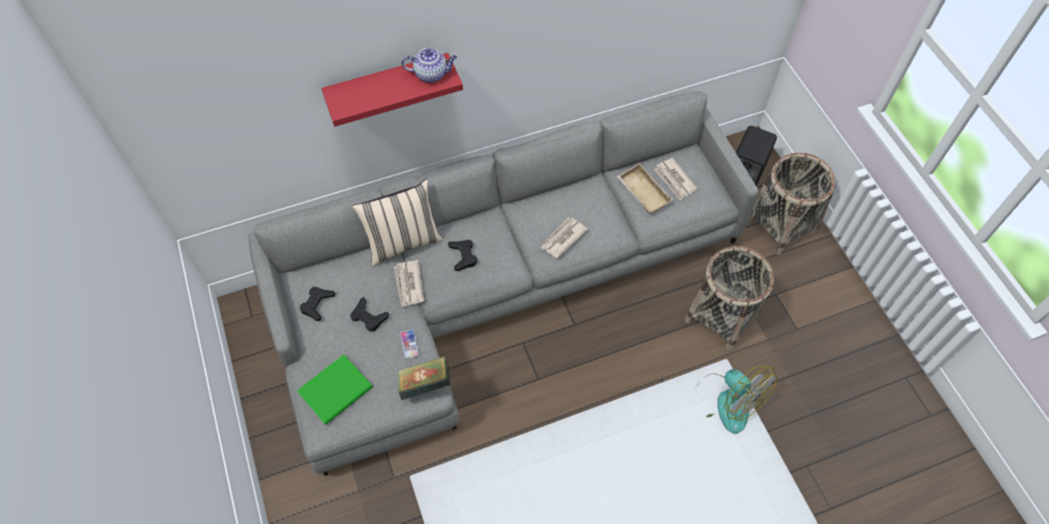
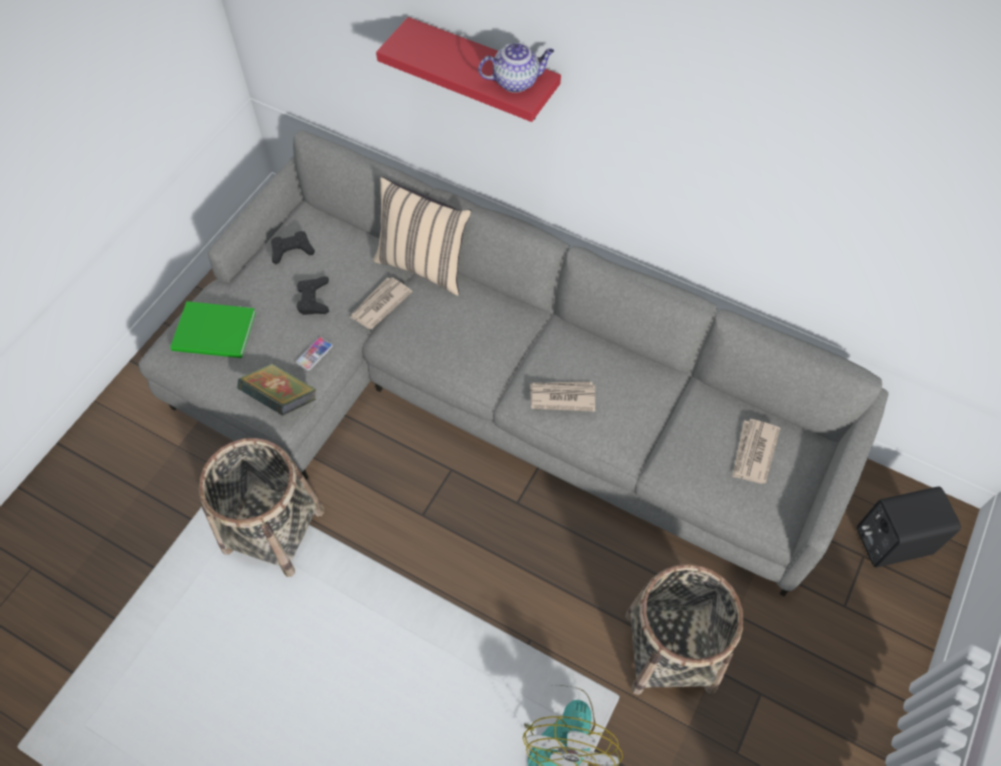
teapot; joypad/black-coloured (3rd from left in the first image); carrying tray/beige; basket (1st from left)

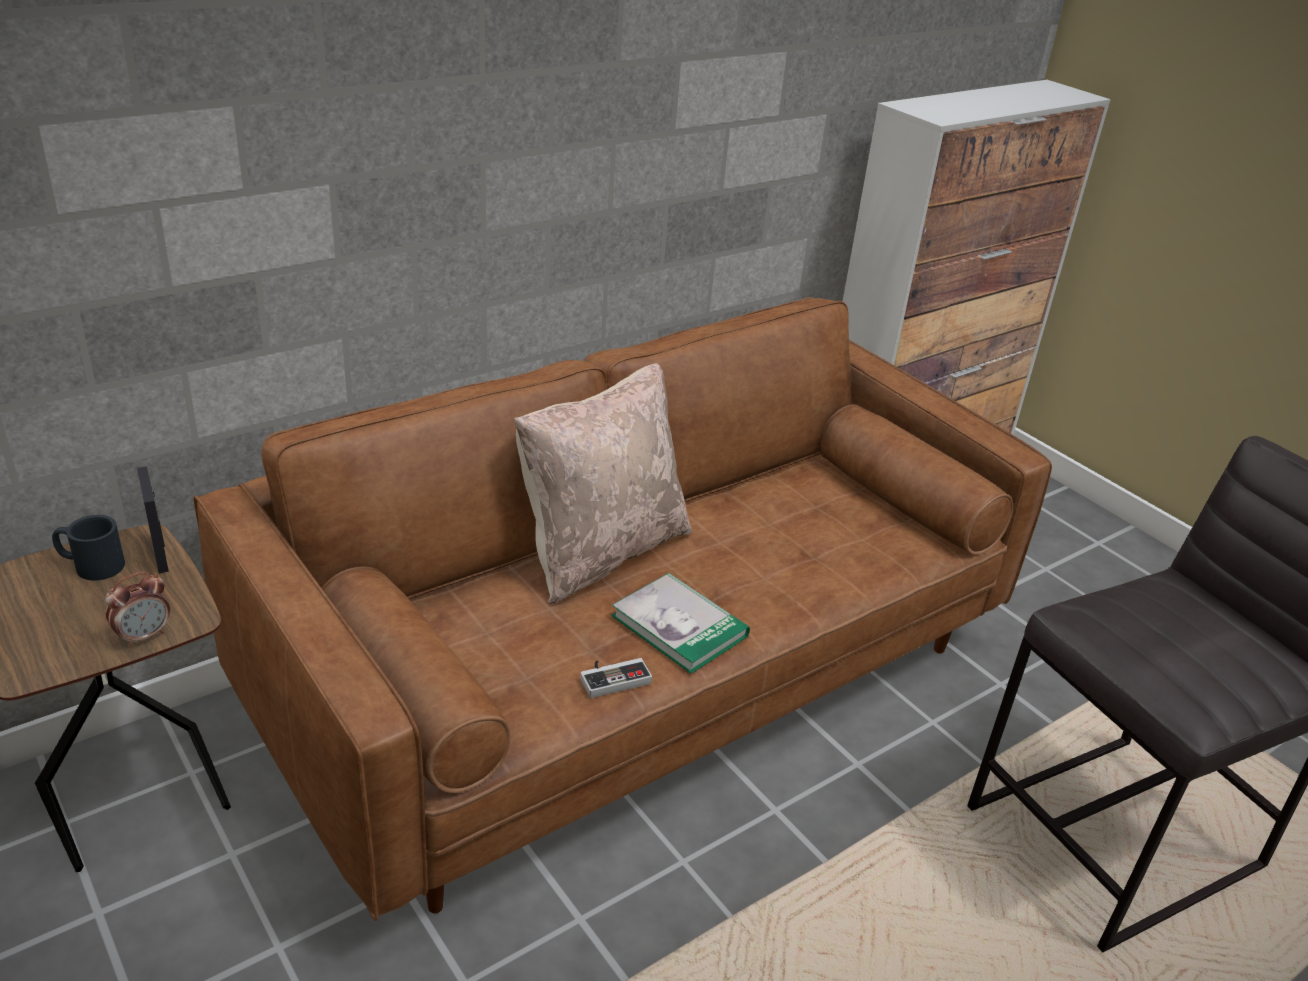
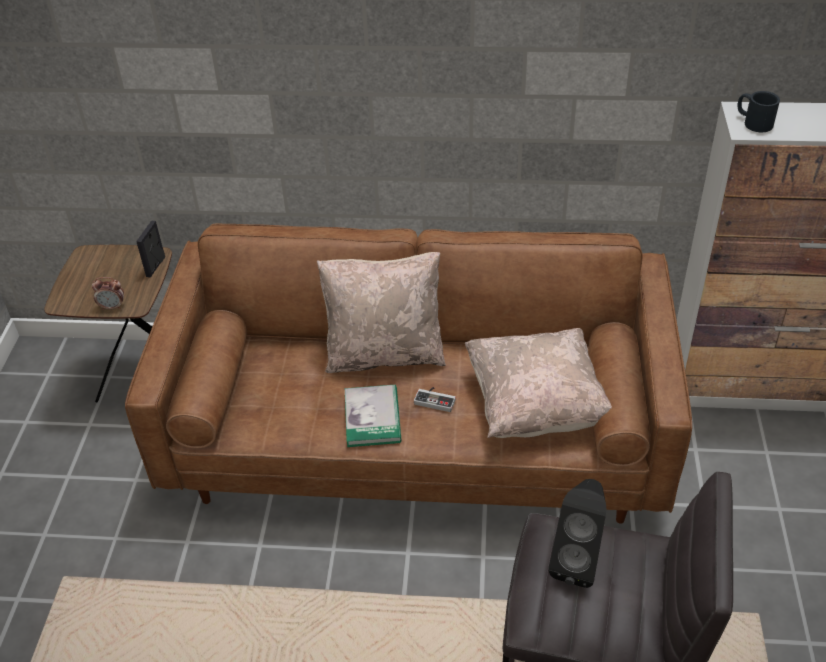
mug/black-coloured; joypad; cushion/beige (2nd from left); audio speaker/black-coloured

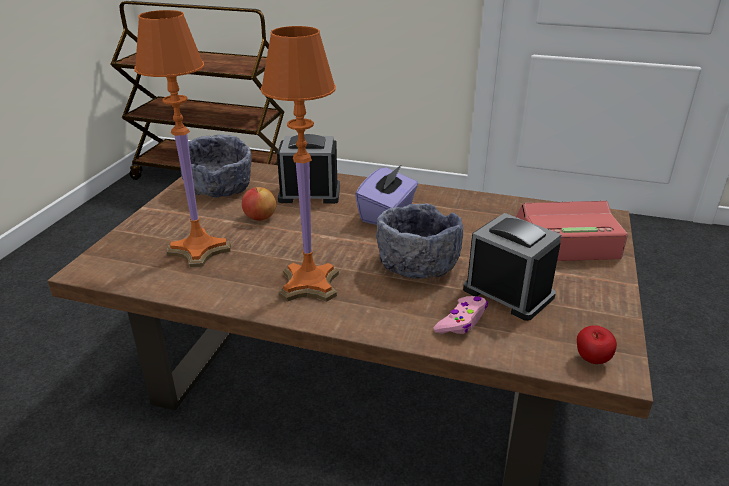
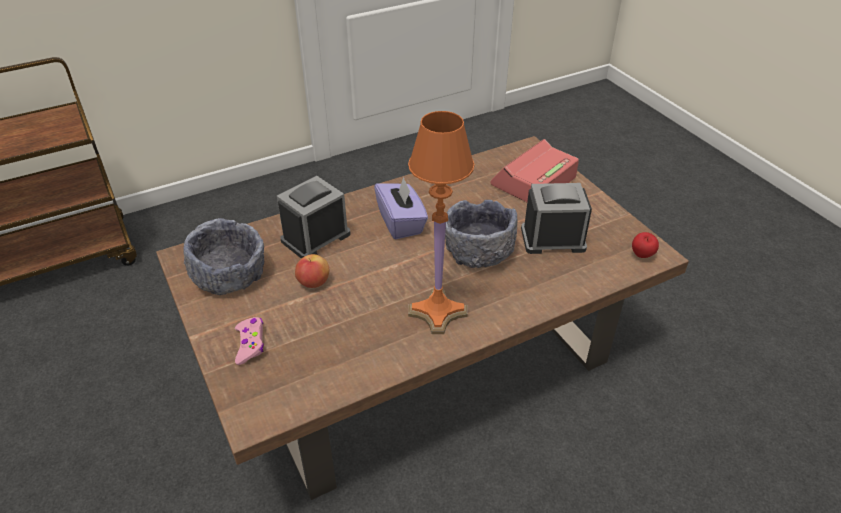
tabletop lamp/orange-coloured (1st from left in the first image); joypad/pink

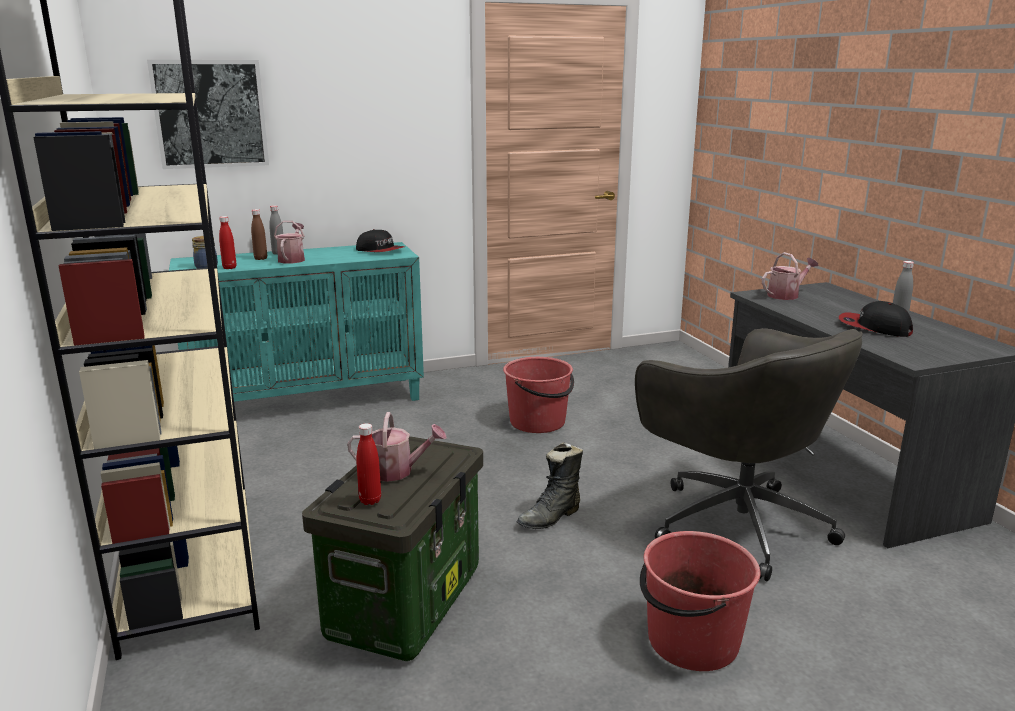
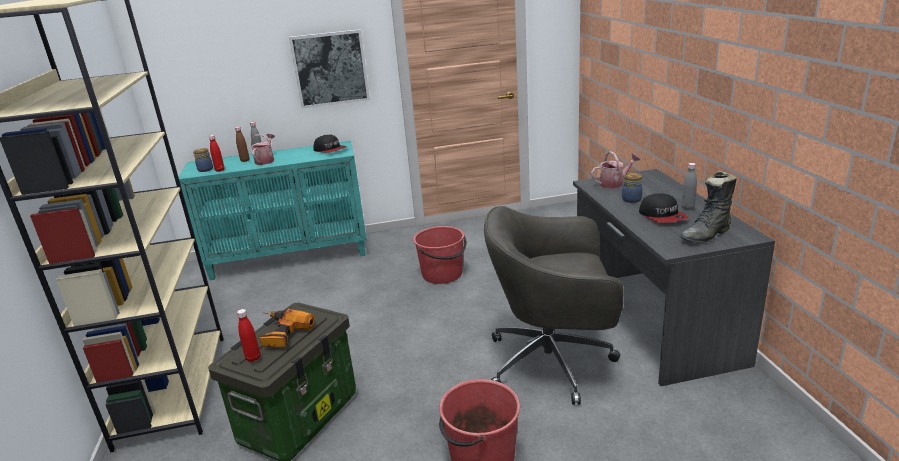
picture; power drill; boot/black-coloured; computer chair/greyish; baseball cap (2nd from left); jar (2nd from left)

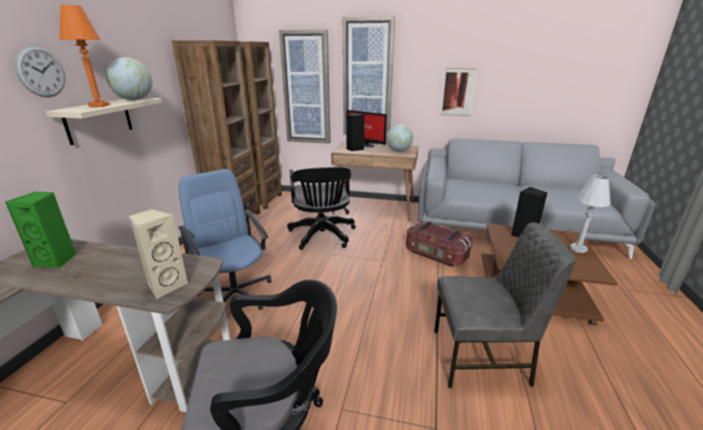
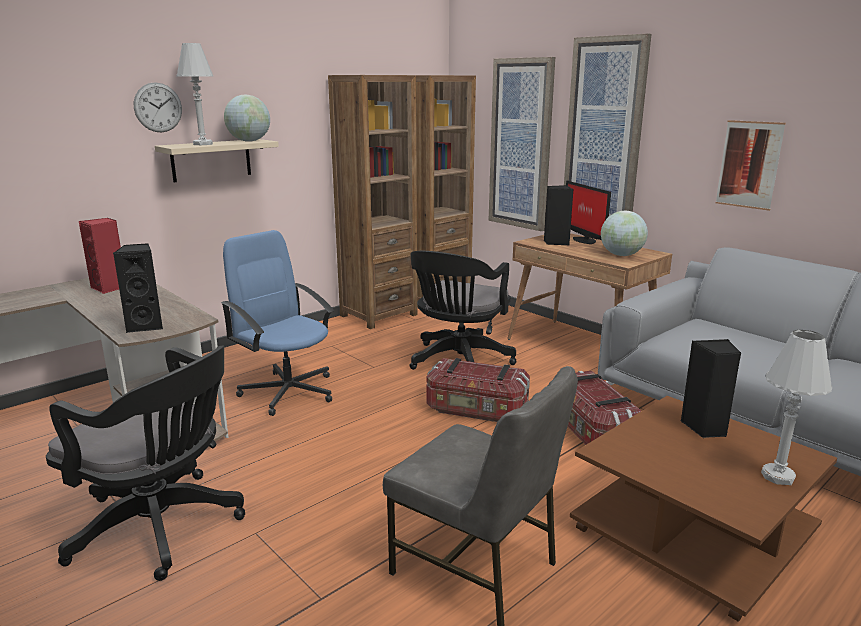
audio speaker/reddish; tabletop lamp/white-coloured (1st from left); audio speaker/black-coloured (1st from left); computer chair/bluish; storage bin (1st from left)

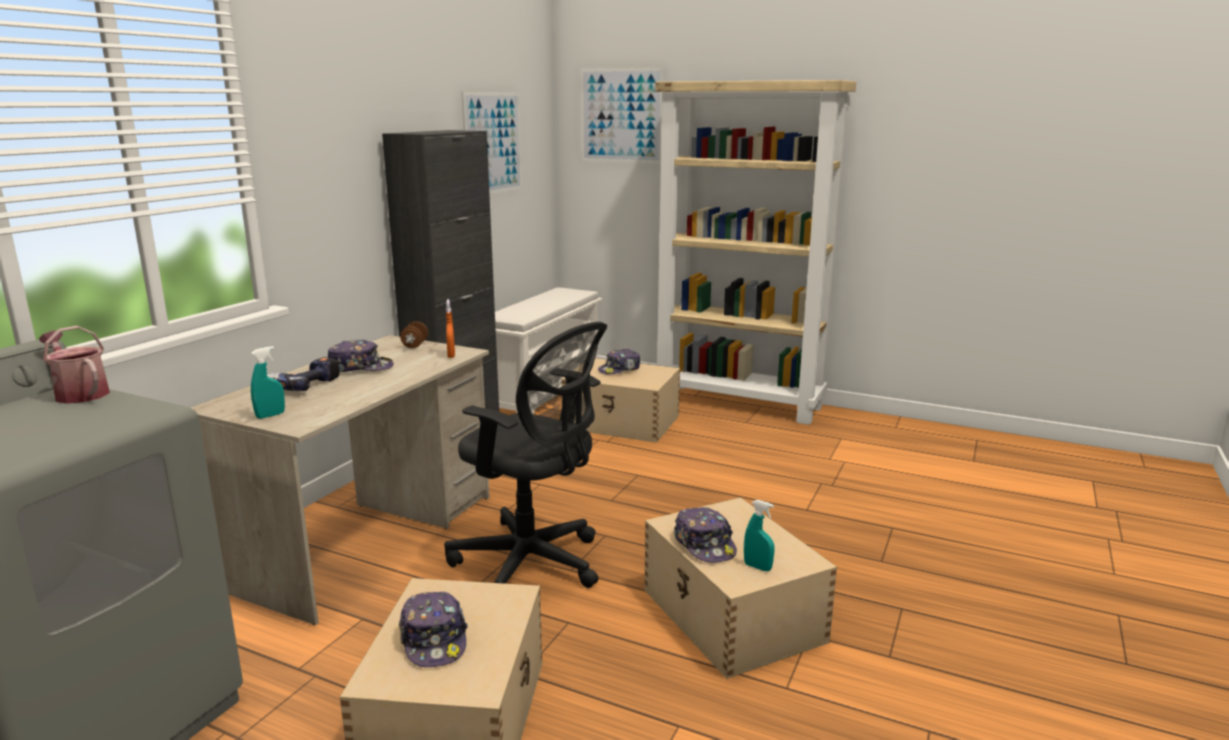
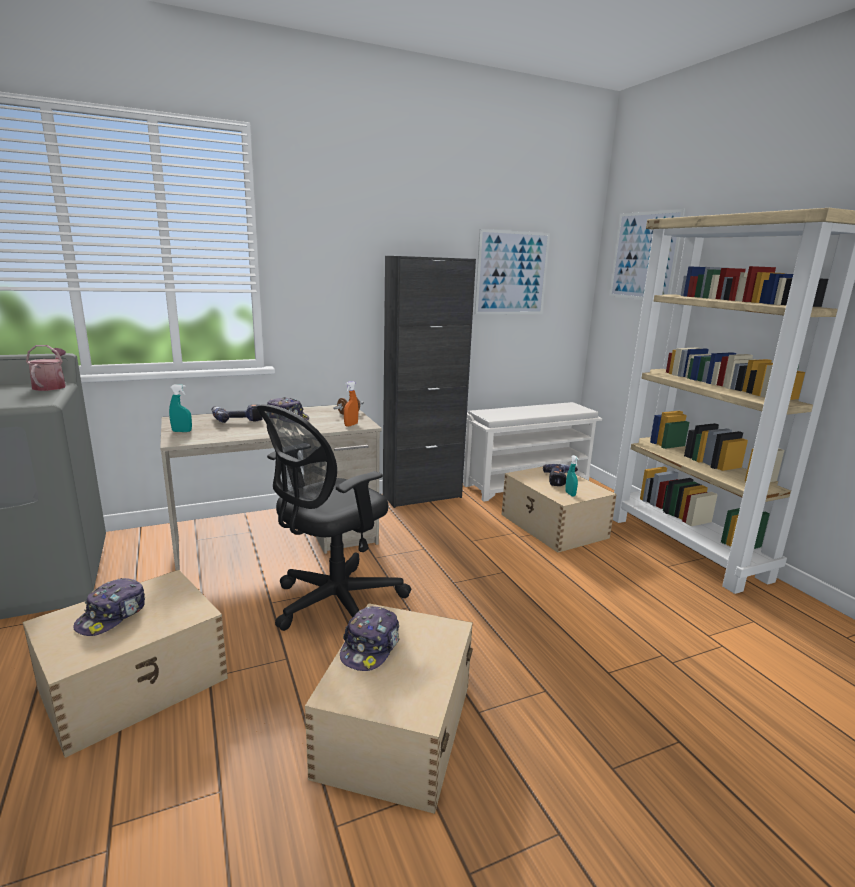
computer chair/black-coloured; power drill (2nd from left); sprayer/blue-green (2nd from left)

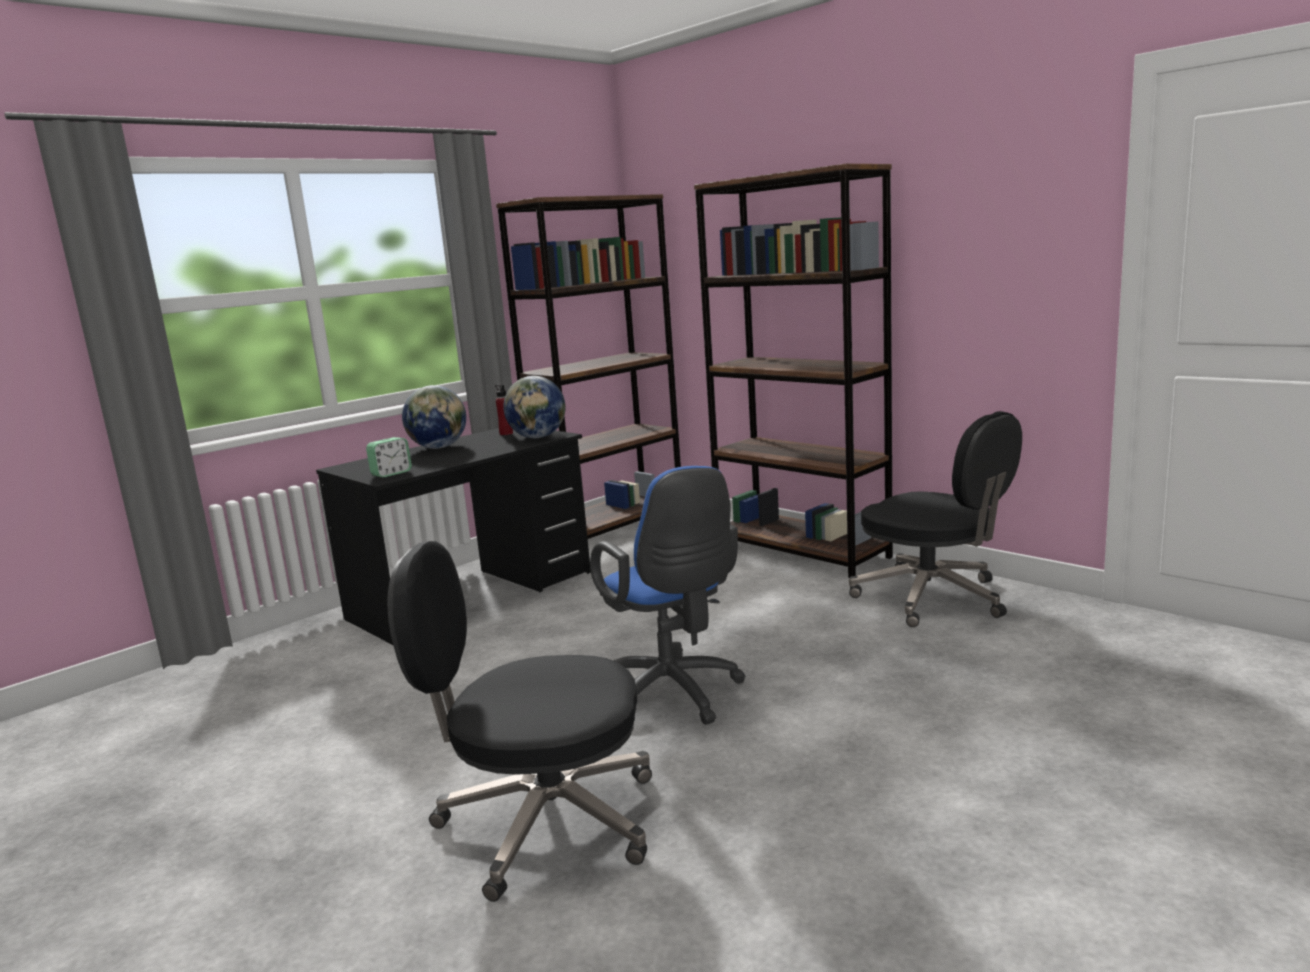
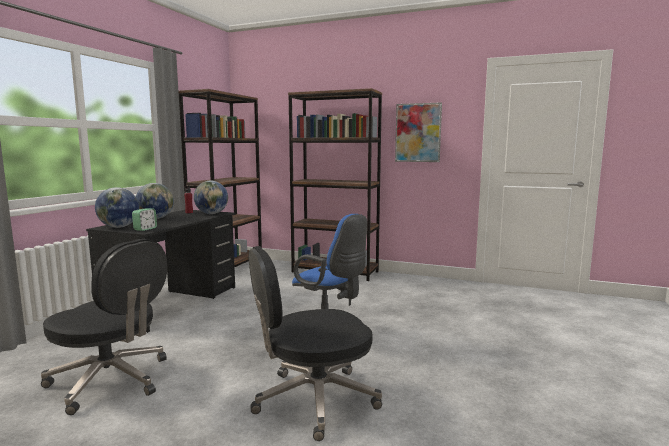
computer chair/black-coloured (1st from left); globe (1st from left); picture

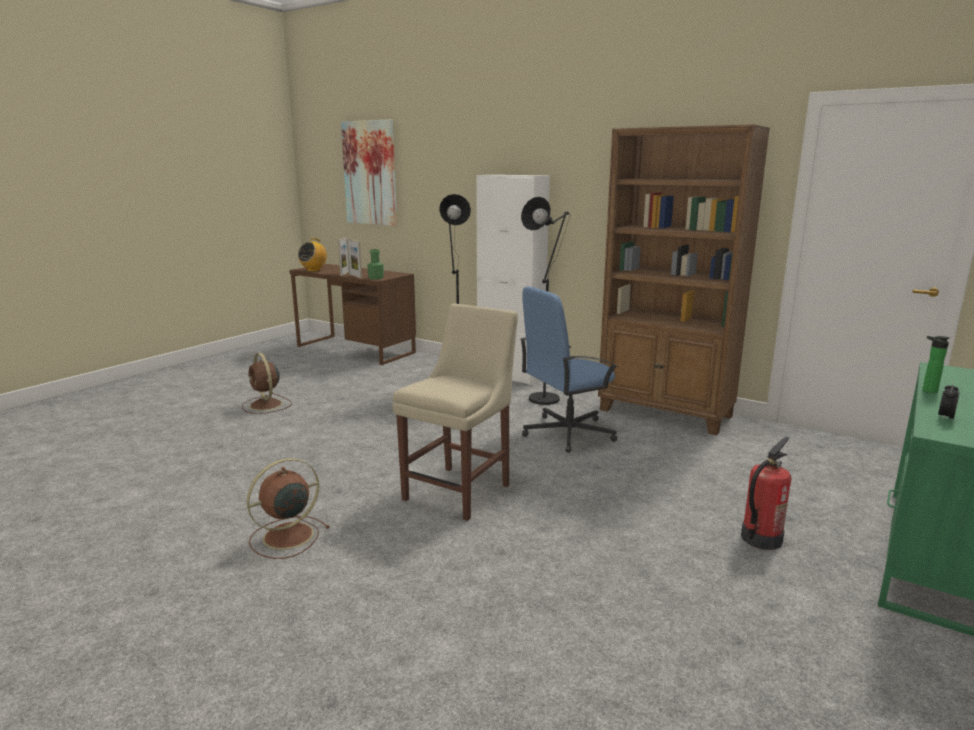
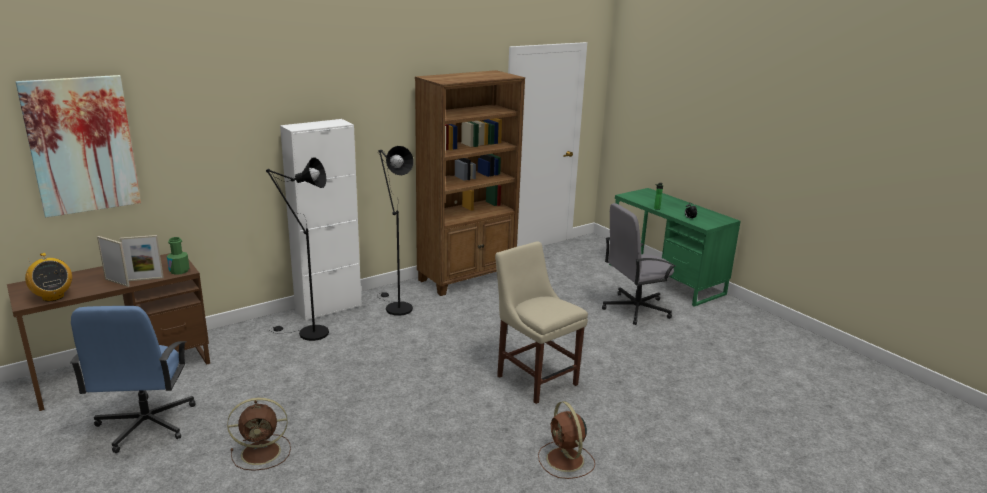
computer chair/bluish; computer chair/greyish

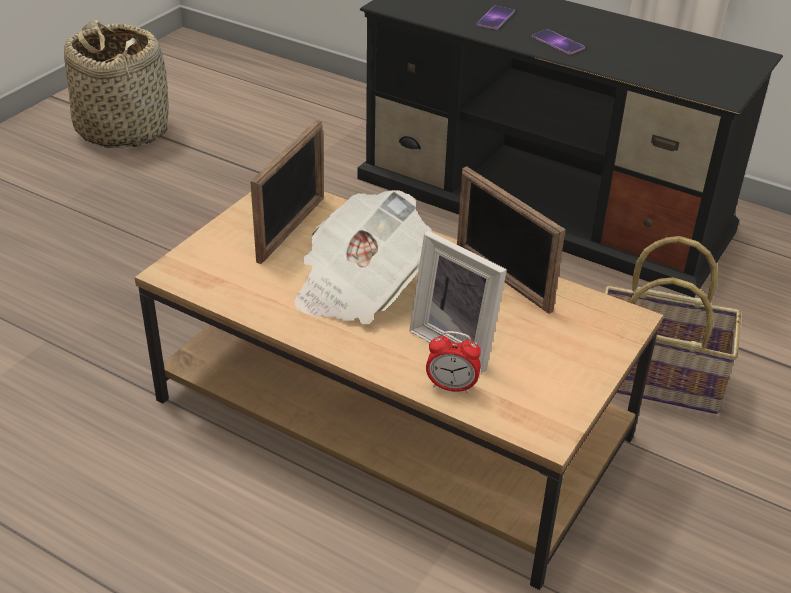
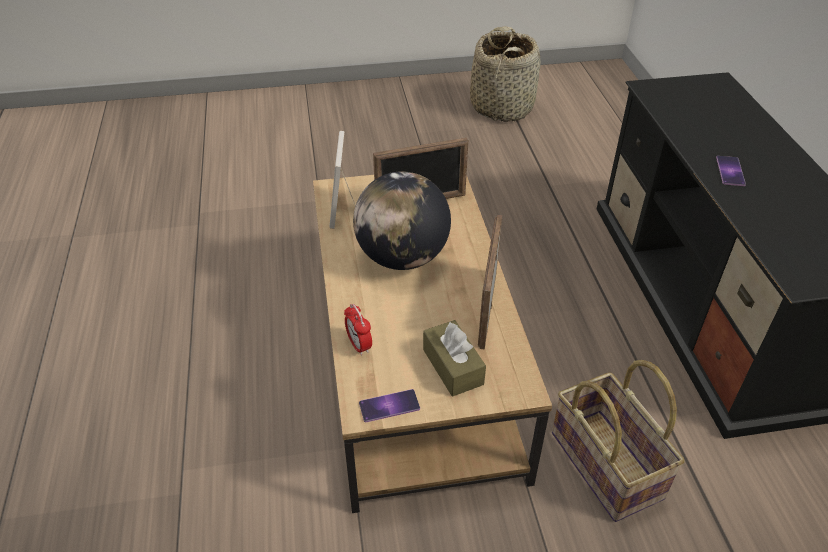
globe; picture frame (1st from left); telephone (1st from left); tissue box/brownish

